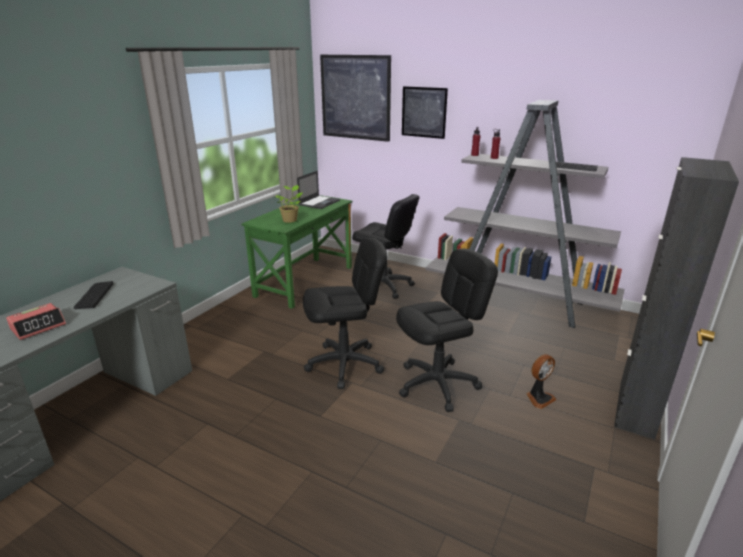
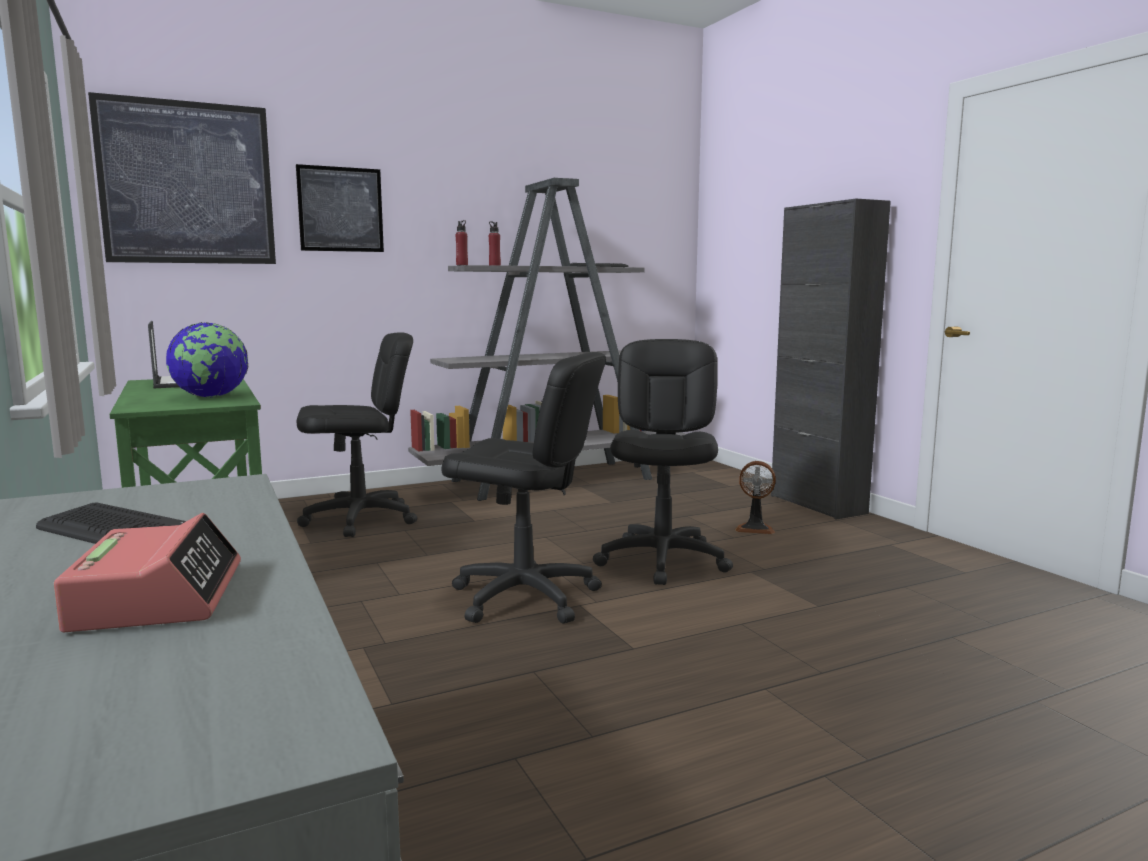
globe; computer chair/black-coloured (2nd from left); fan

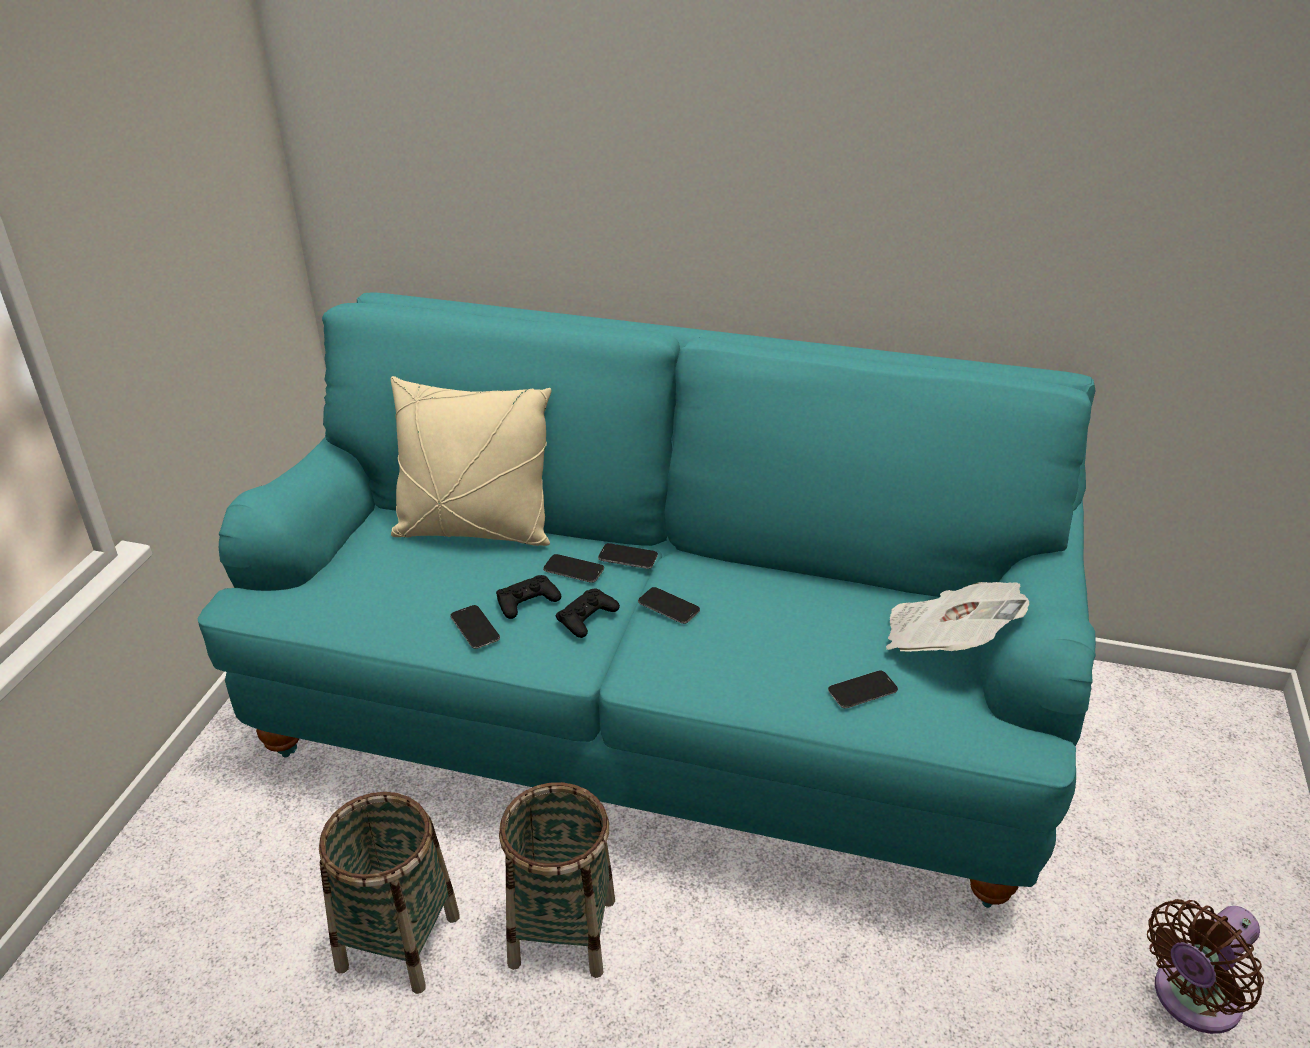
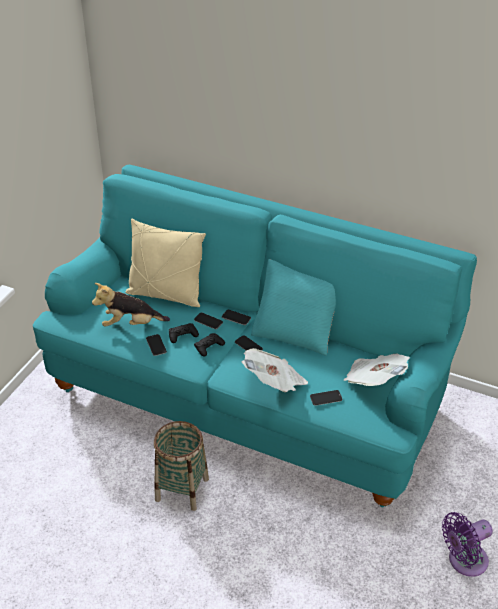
basket (1st from left in the first image); fan/purple-coloured; soft toy; printed paper (1st from left); cushion/blue-green

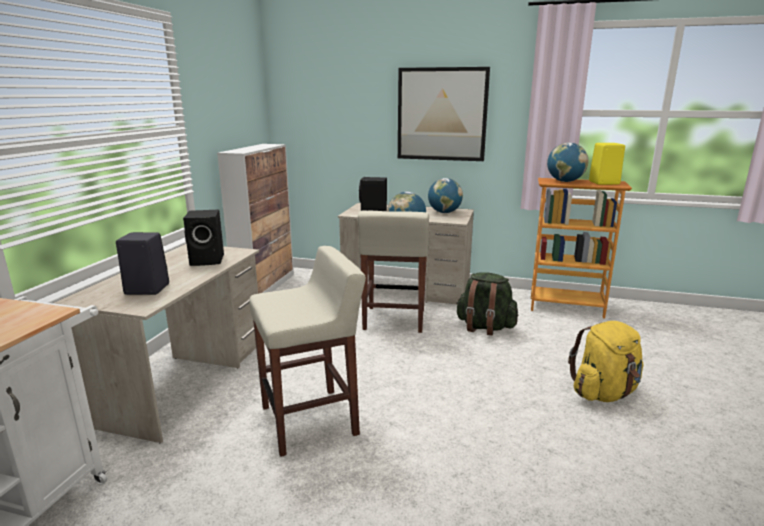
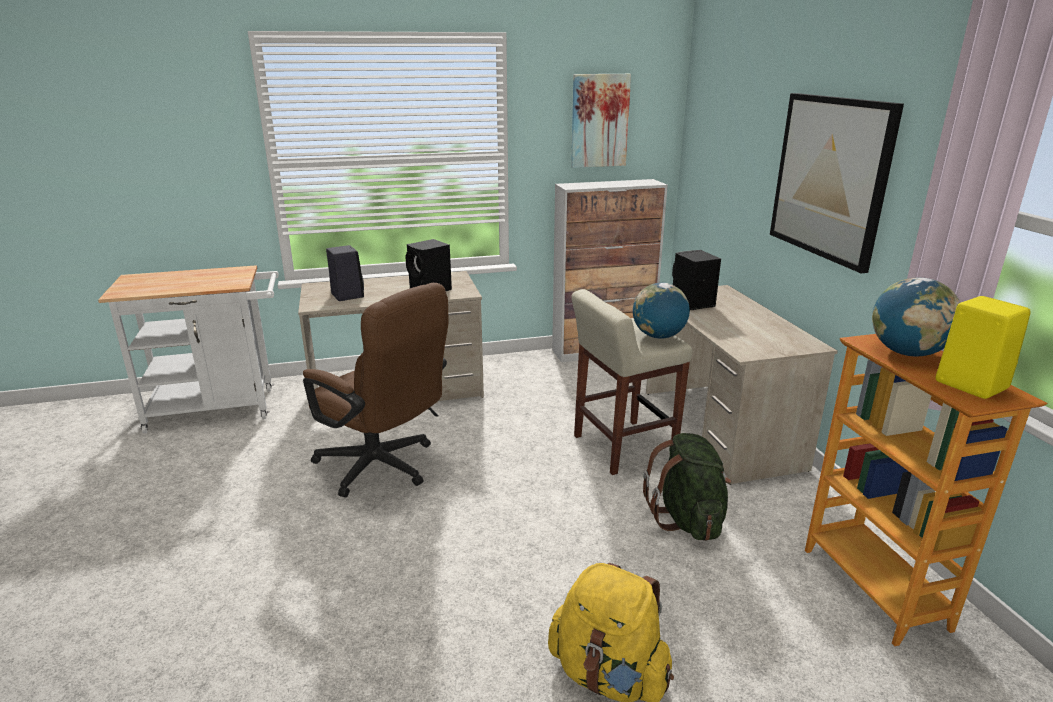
computer chair/brownish; globe (2nd from left in the first image); picture (1st from left)

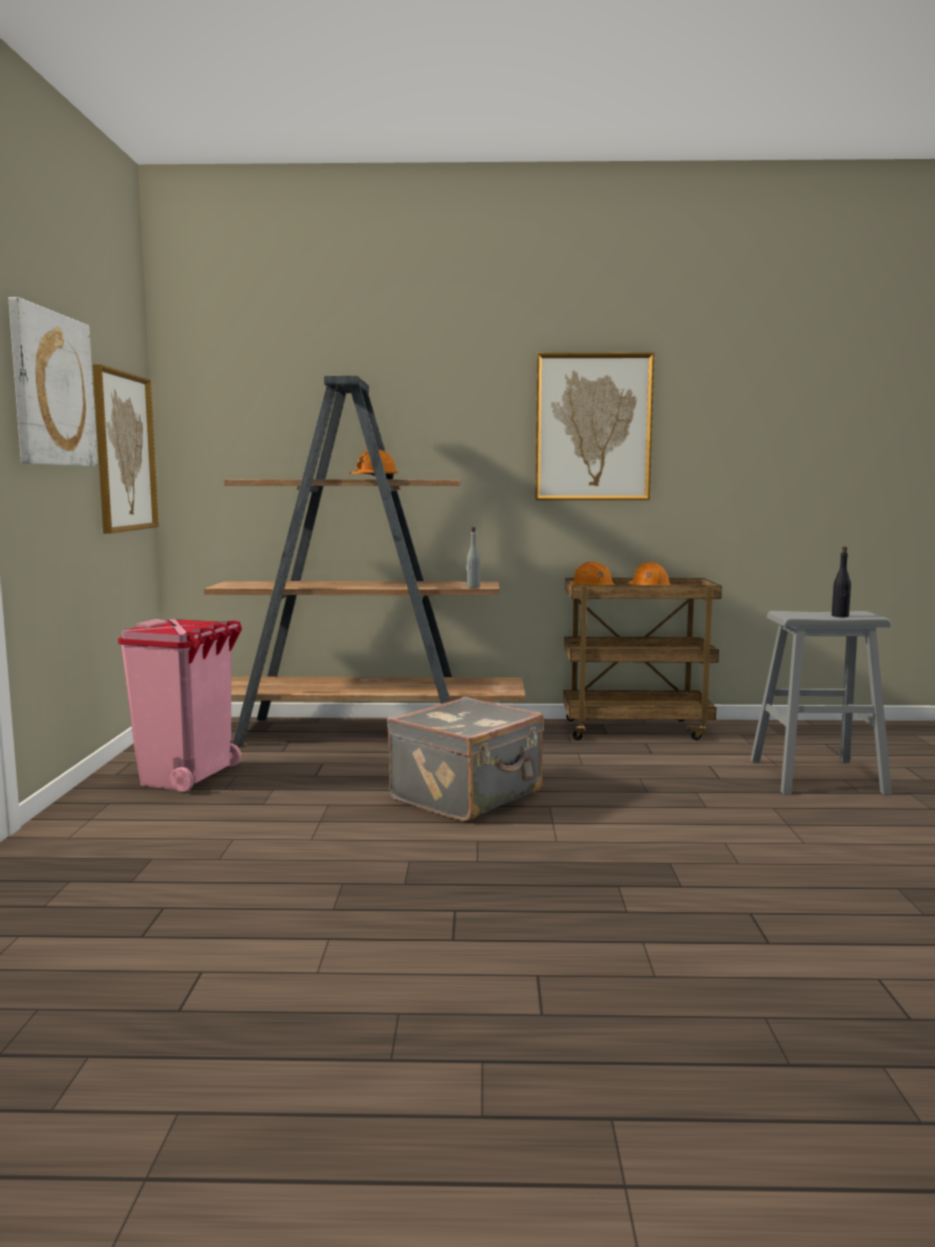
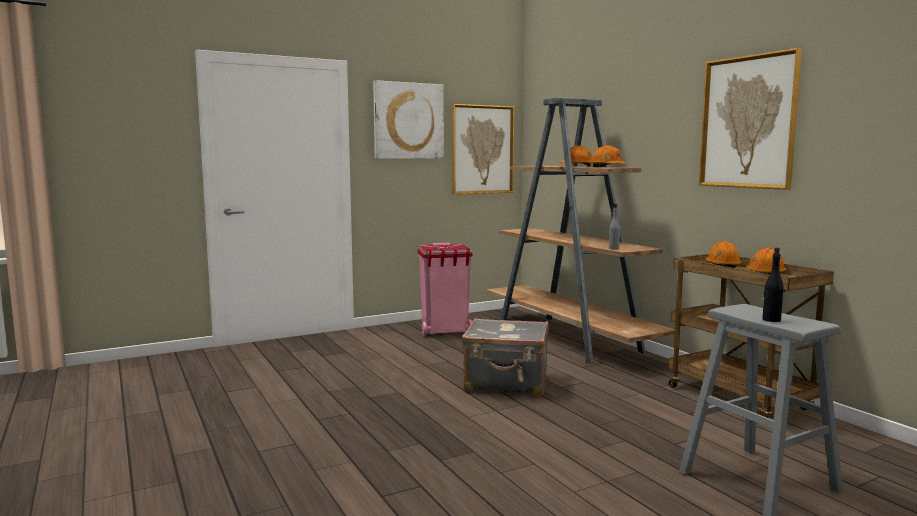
safety helmet/orange-coloured (2nd from left)

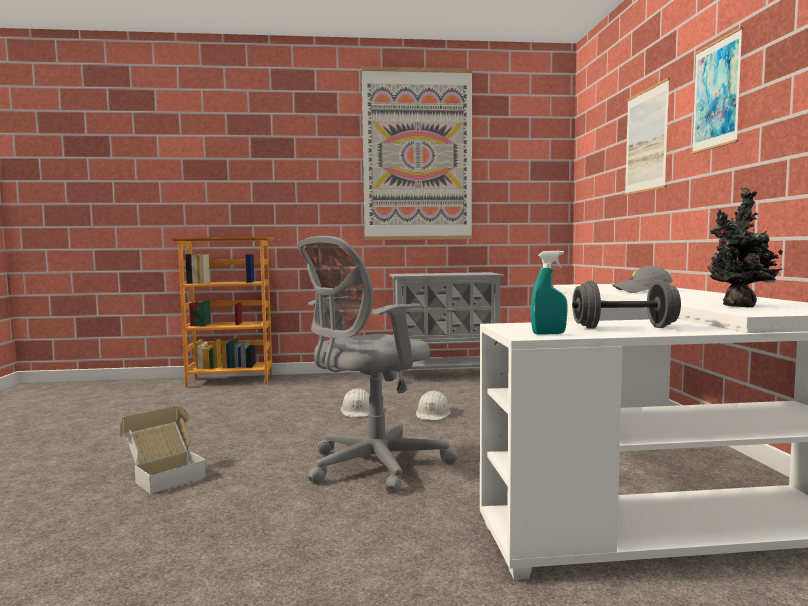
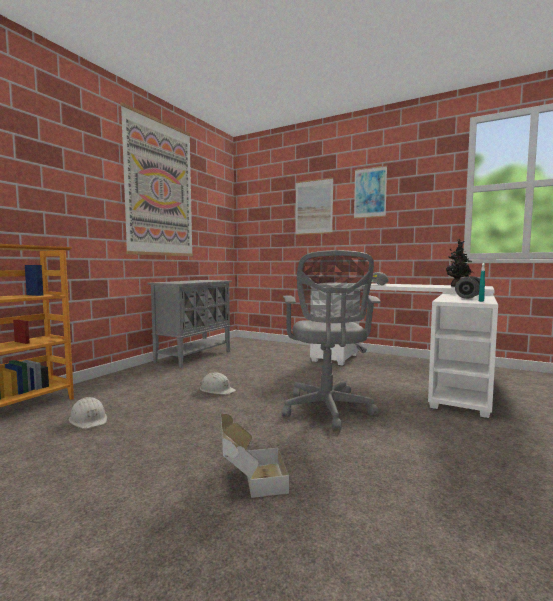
safety helmet/white-coloured (1st from left)

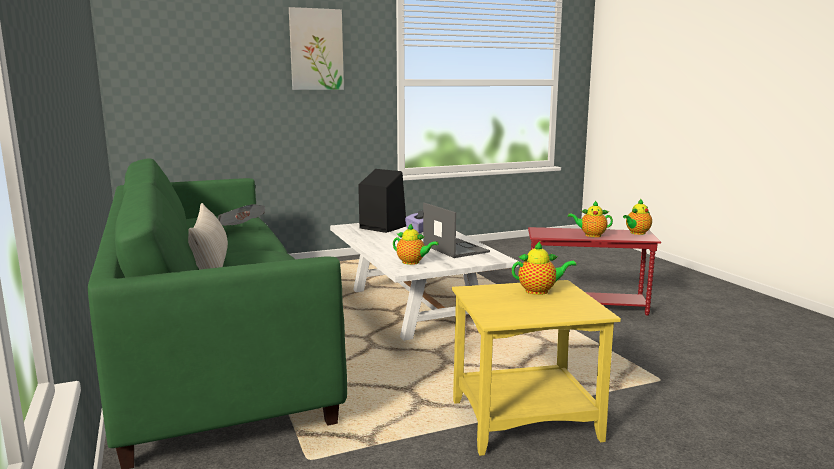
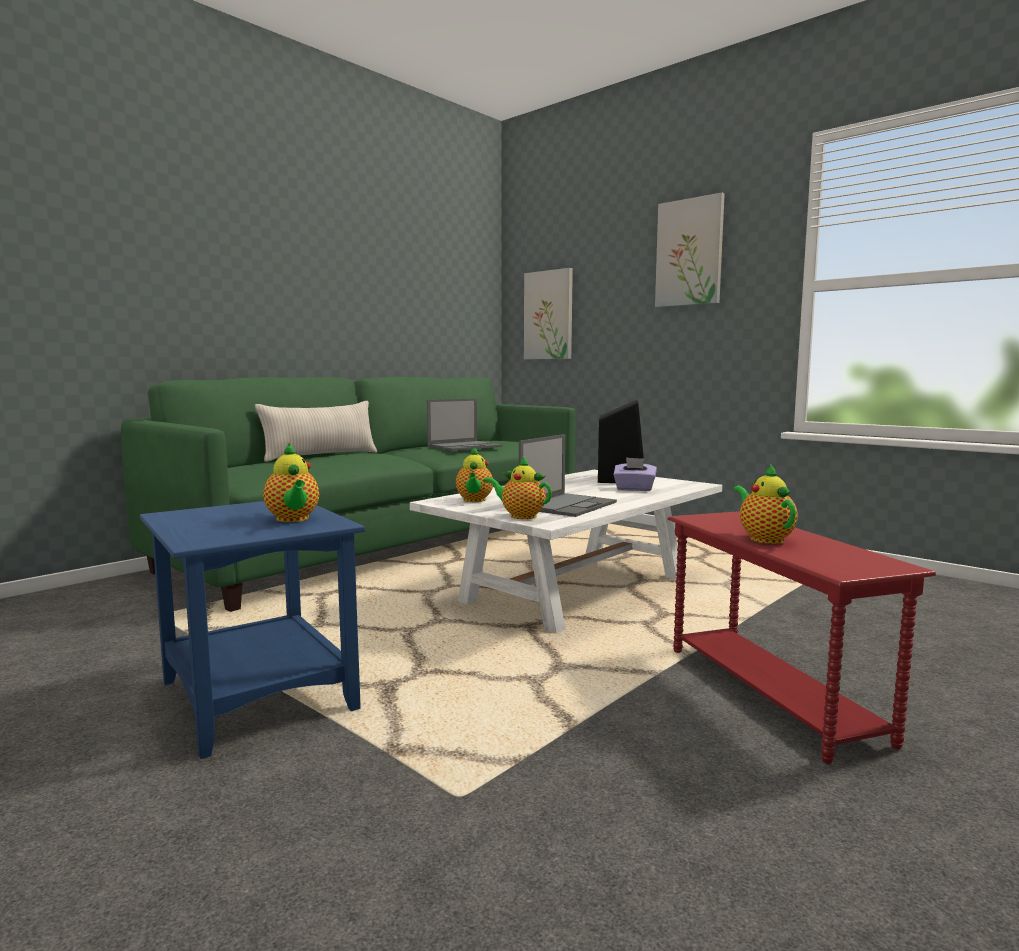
laptop (1st from left); end table/bluish; teapot (3rd from left); picture (1st from left)

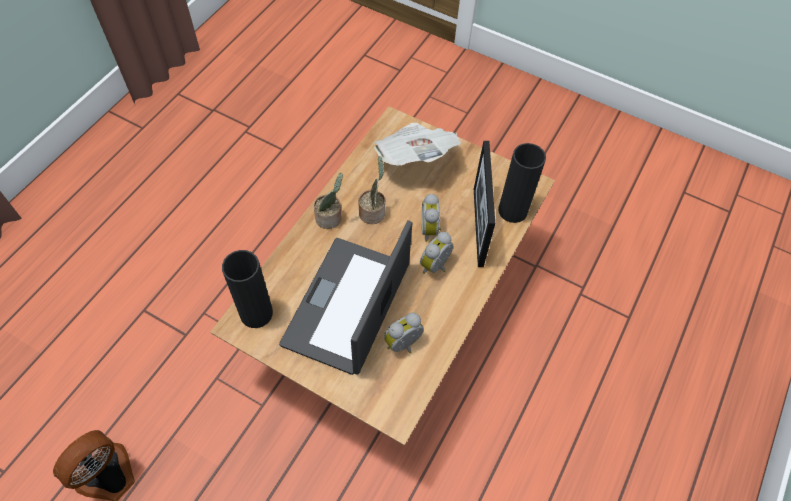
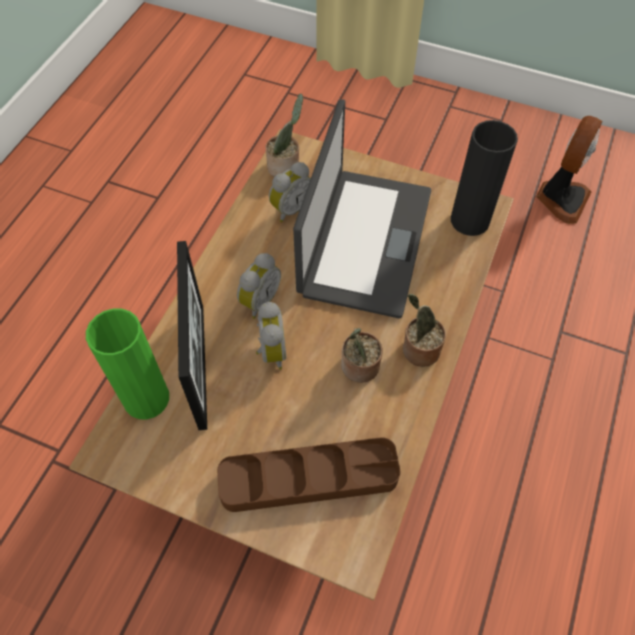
carrying tray/brownish; flower vase/greenish; houseplant (1st from left)

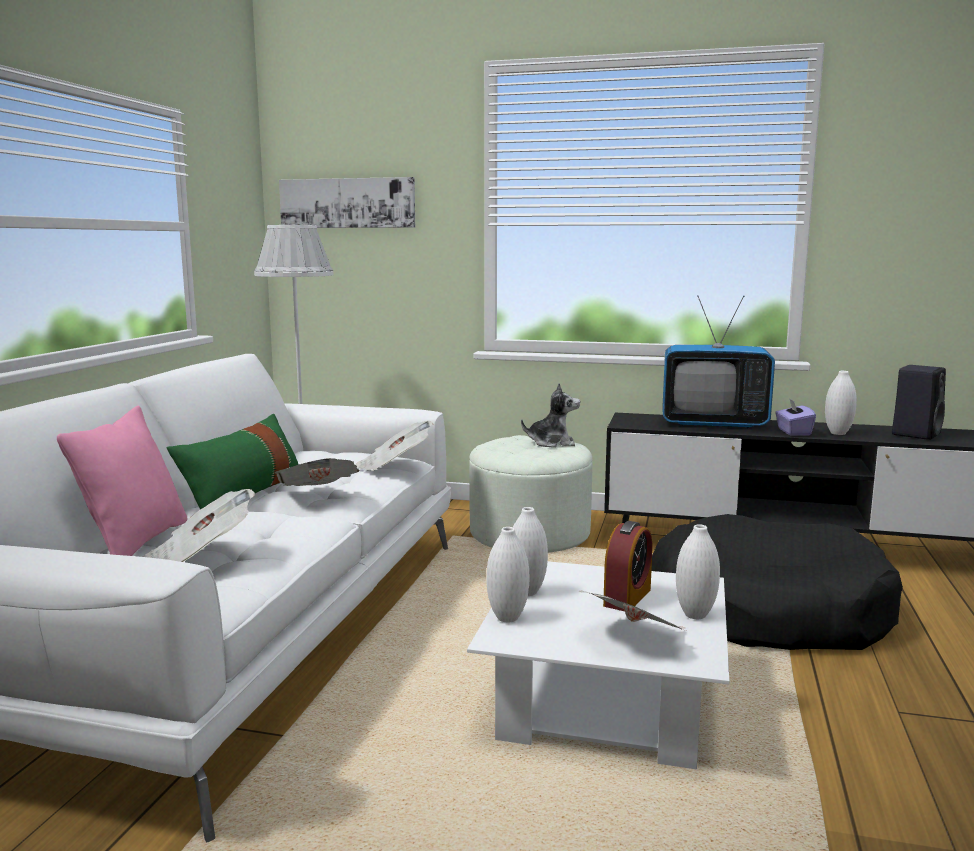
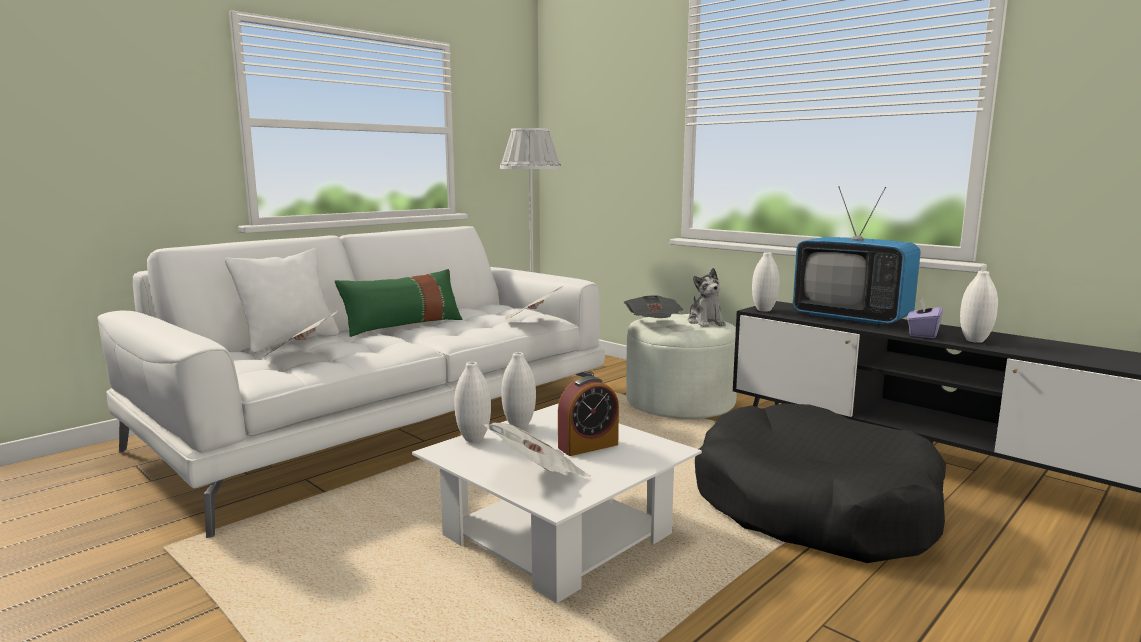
cushion/white-coloured; printed paper (4th from left); picture; soft toy; flower vase/white-coloured (3rd from left); audio speaker/black-coloured

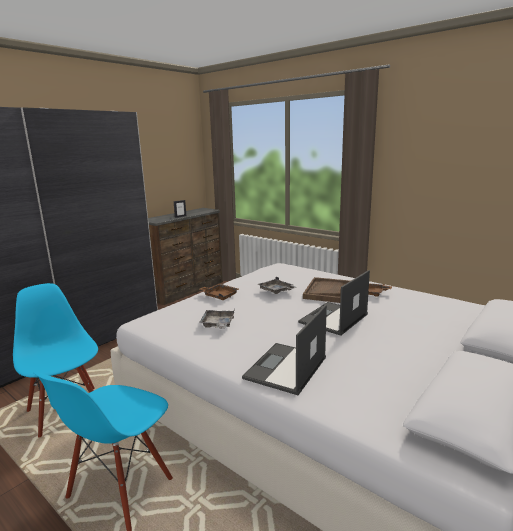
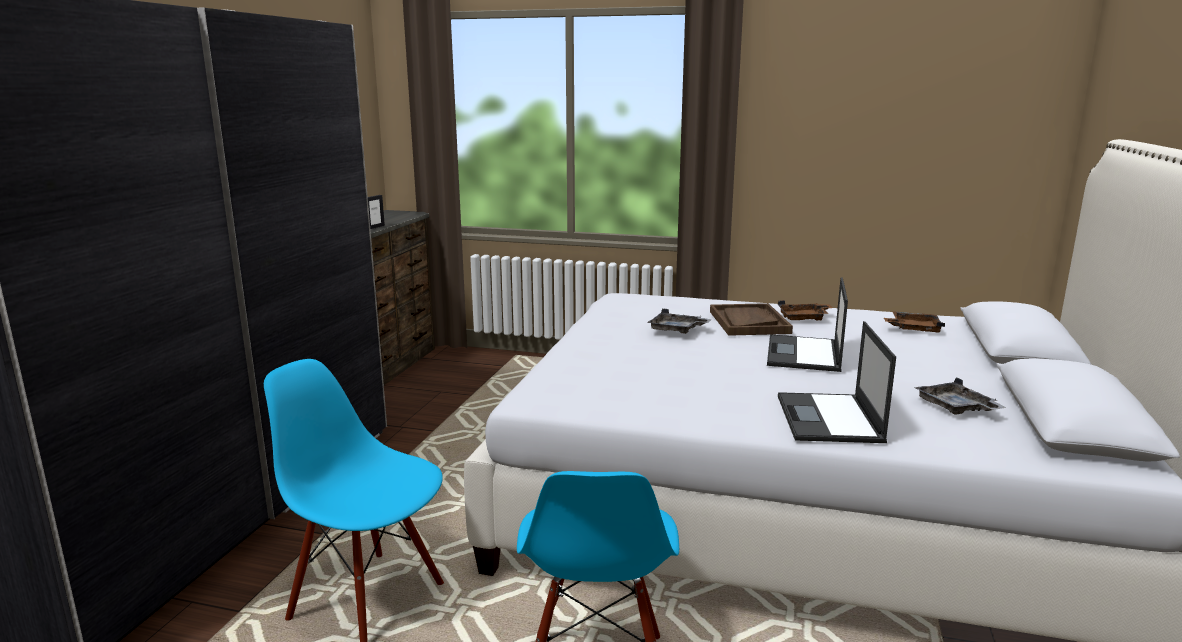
carrying tray/greyish (2nd from left); carrying tray/brownish (3rd from left)

